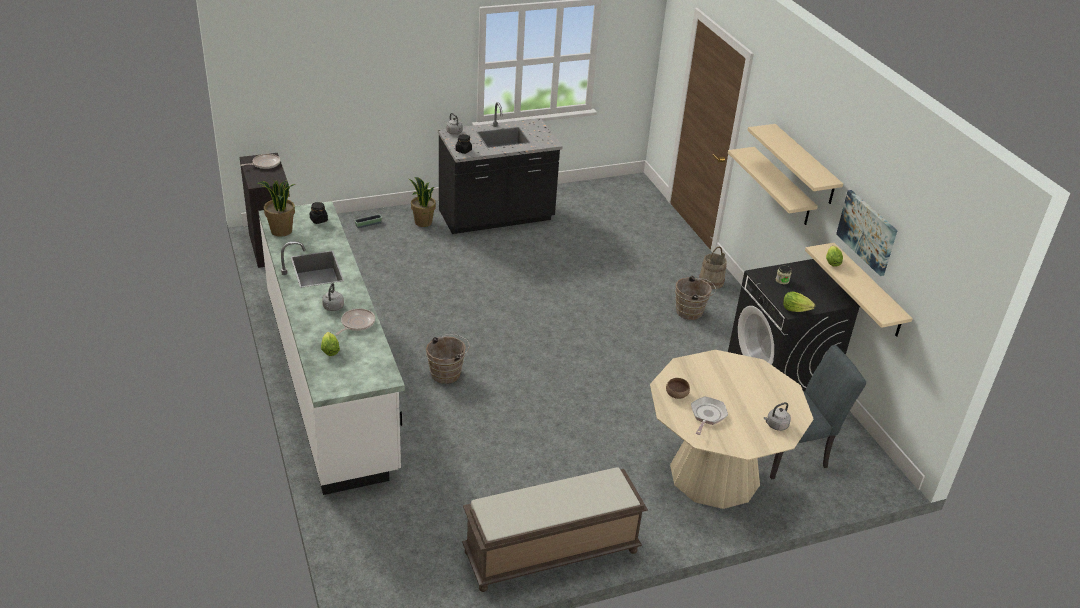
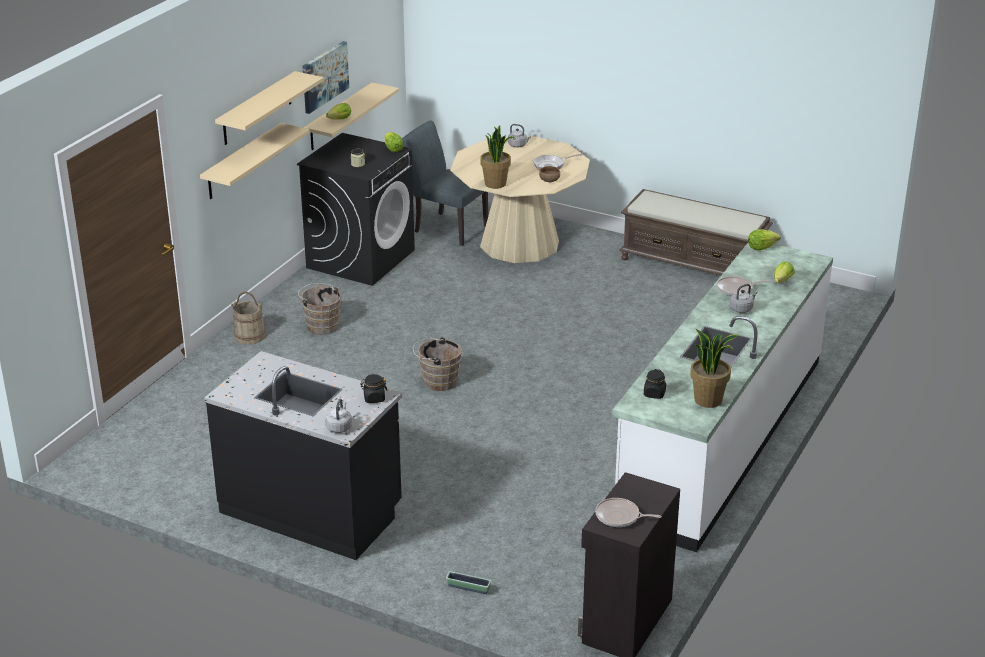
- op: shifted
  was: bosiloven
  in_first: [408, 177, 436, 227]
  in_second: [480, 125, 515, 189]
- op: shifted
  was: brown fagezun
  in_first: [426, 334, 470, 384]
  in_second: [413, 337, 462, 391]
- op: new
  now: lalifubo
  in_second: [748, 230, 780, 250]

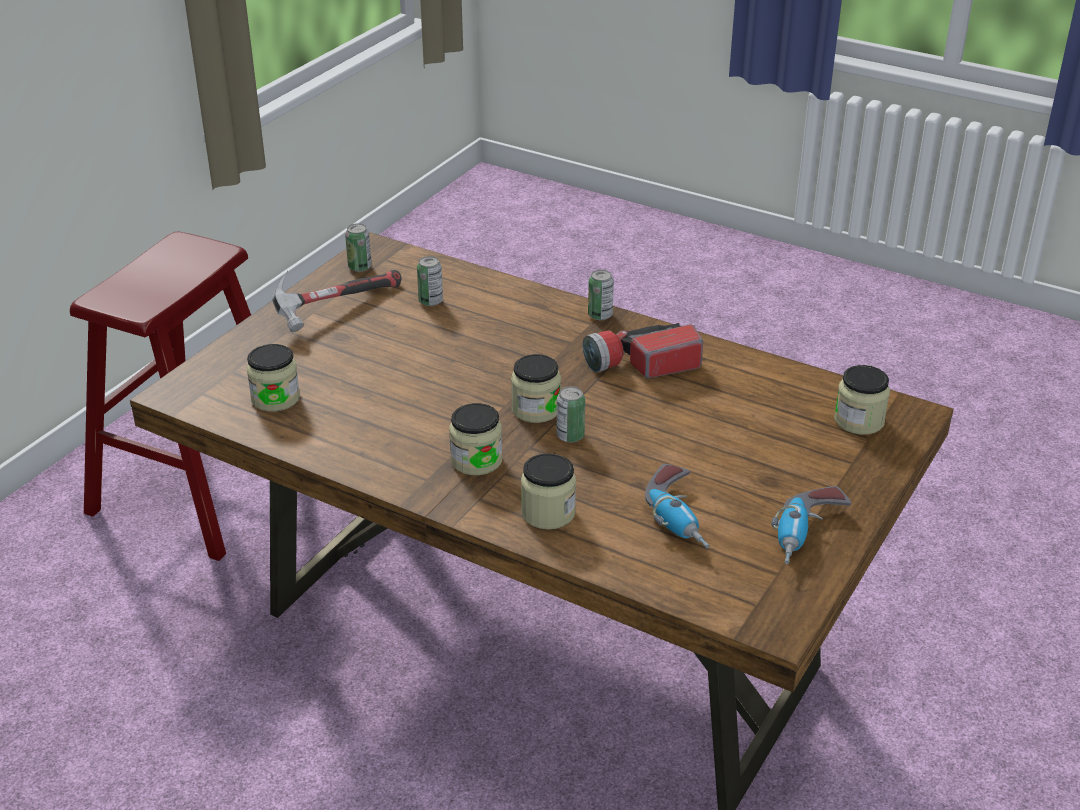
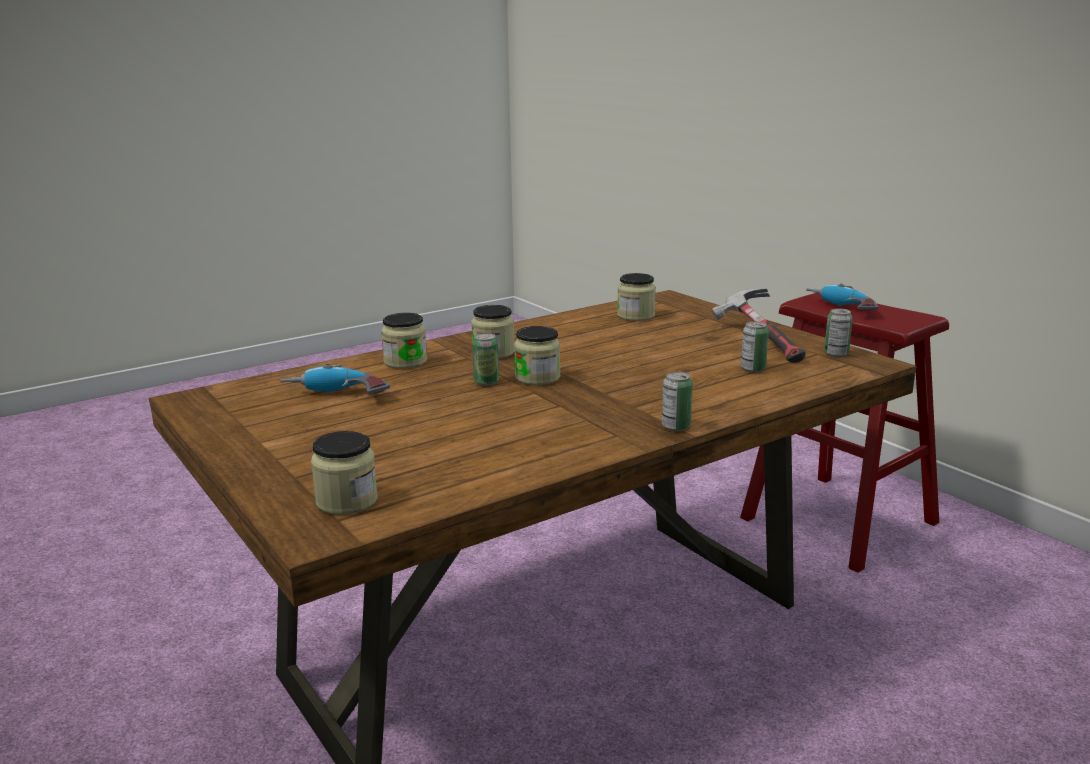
- op: gone
  was: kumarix
  in_first: [582, 323, 703, 379]
- op: shifted
  was: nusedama
  in_first: [771, 486, 851, 564]
  in_second: [806, 284, 878, 311]

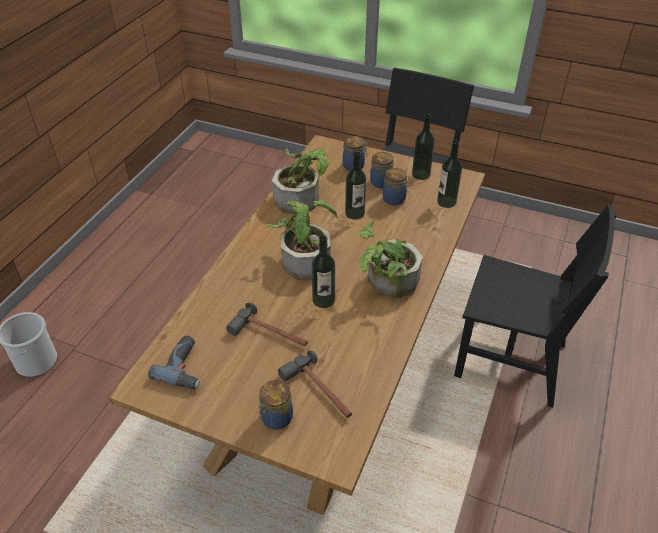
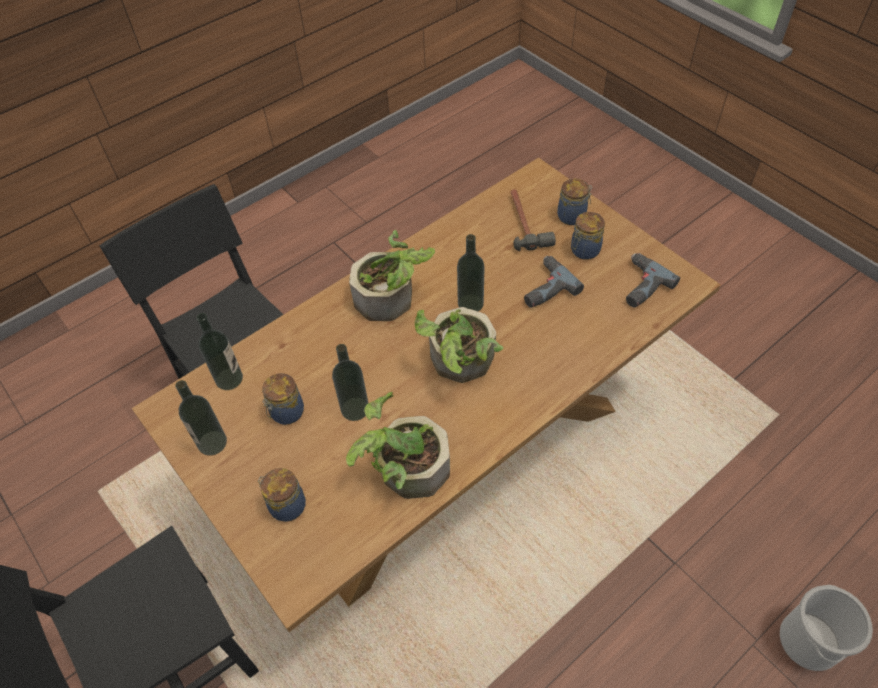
- op: swapped
  was: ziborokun
  now: nusedama
  in_first: [226, 303, 308, 346]
  in_second: [524, 256, 584, 308]
- op: shifted
  was: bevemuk
  in_first: [370, 152, 394, 188]
  in_second: [571, 212, 605, 260]

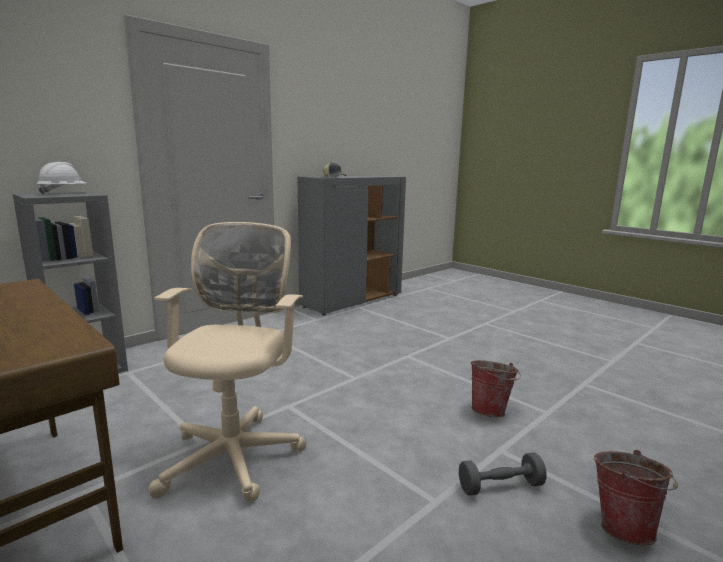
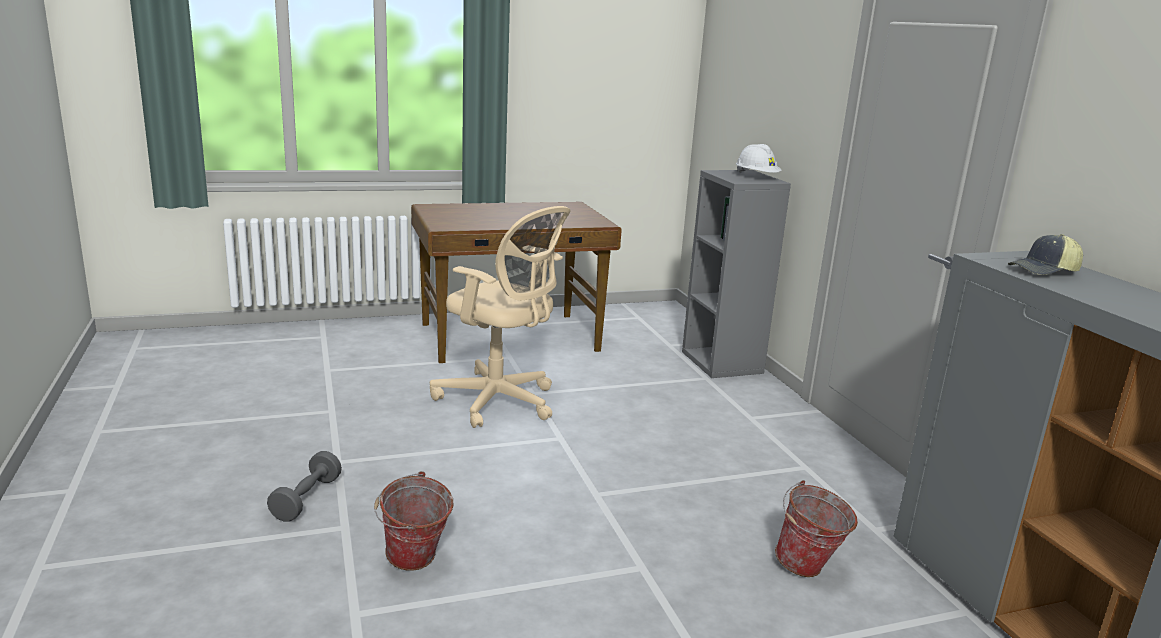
- op: shifted
  was: fagezun
  in_first: [594, 450, 678, 546]
  in_second: [775, 480, 858, 577]

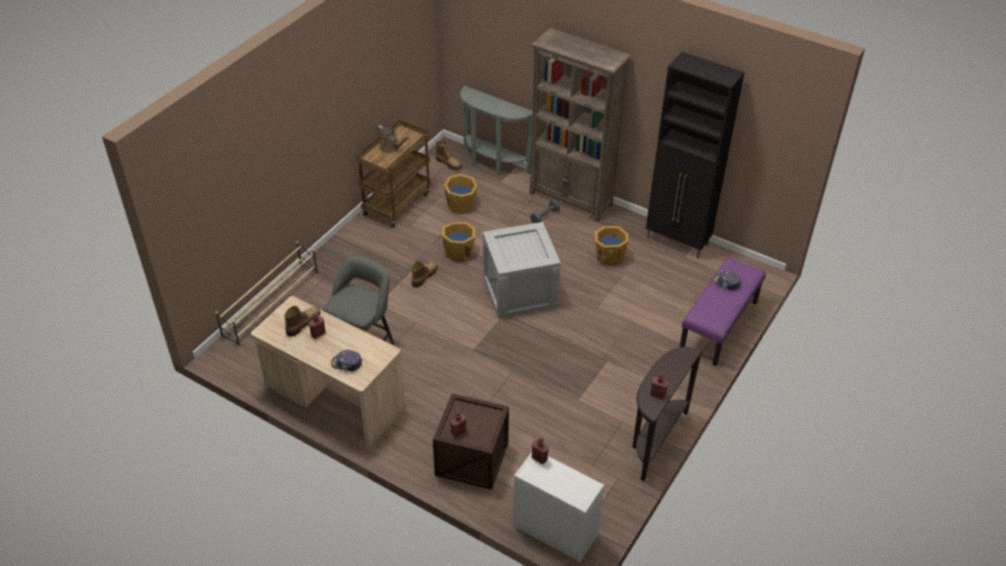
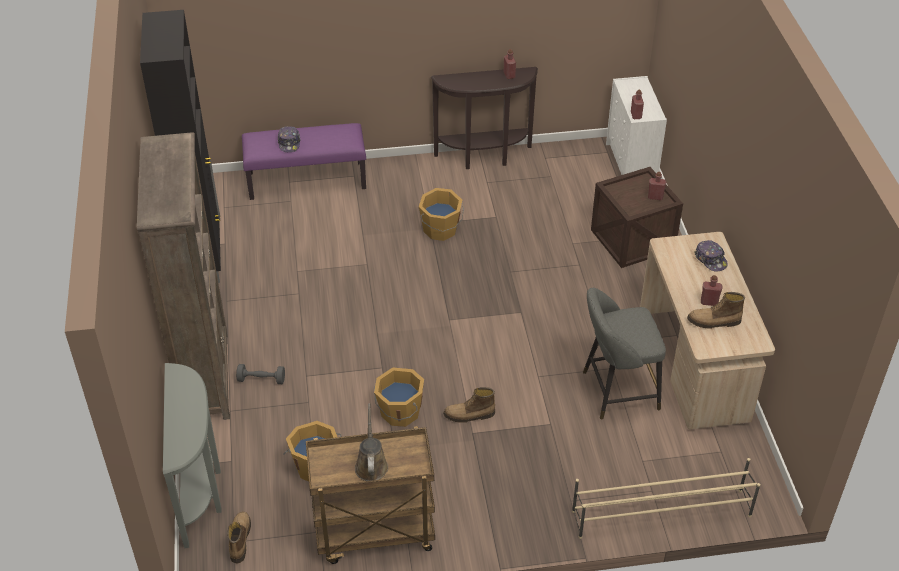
- op: gone
  was: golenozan
  in_first: [483, 222, 561, 318]
- op: shifted
  was: orange fagezun
  in_first: [595, 226, 628, 266]
  in_second: [418, 188, 464, 241]

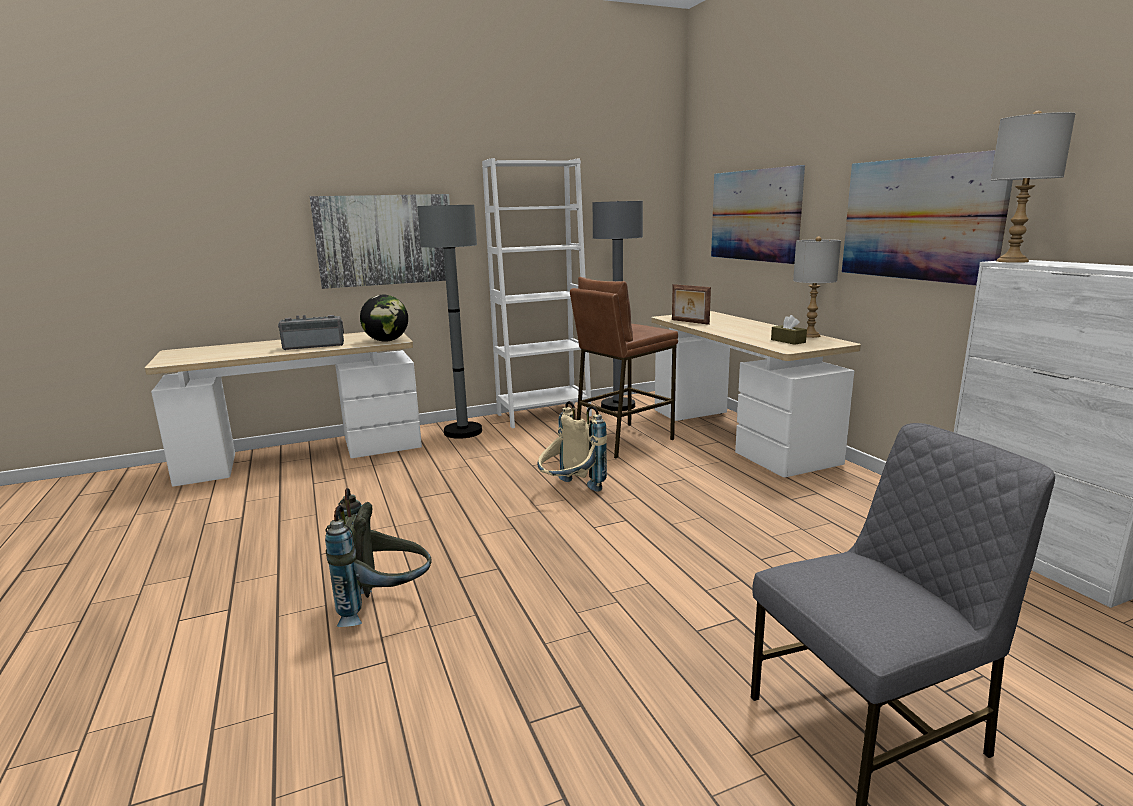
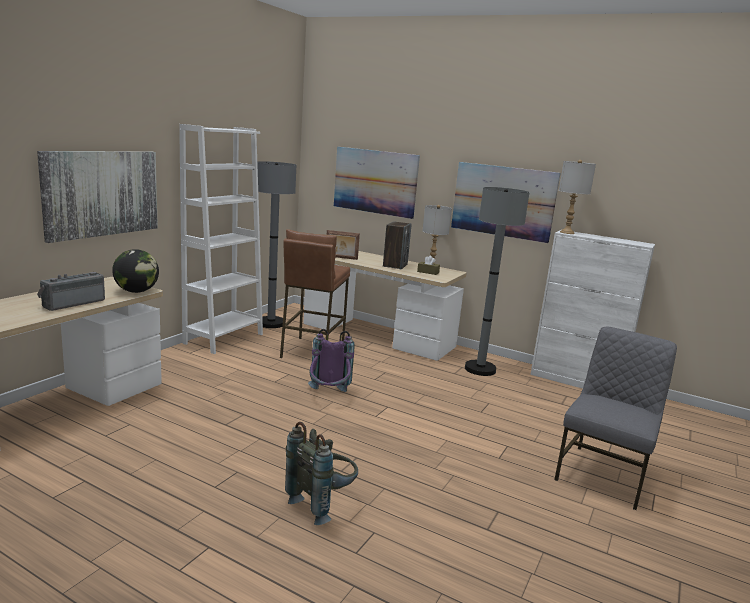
- op: shifted
  was: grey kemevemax
  in_first: [417, 205, 482, 439]
  in_second: [465, 187, 530, 376]
- op: repainted
  was: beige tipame
  now: purple tipame
  in_first: [538, 401, 607, 492]
  in_second: [308, 329, 355, 392]
- op: new
  now: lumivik
  in_second: [383, 221, 412, 270]

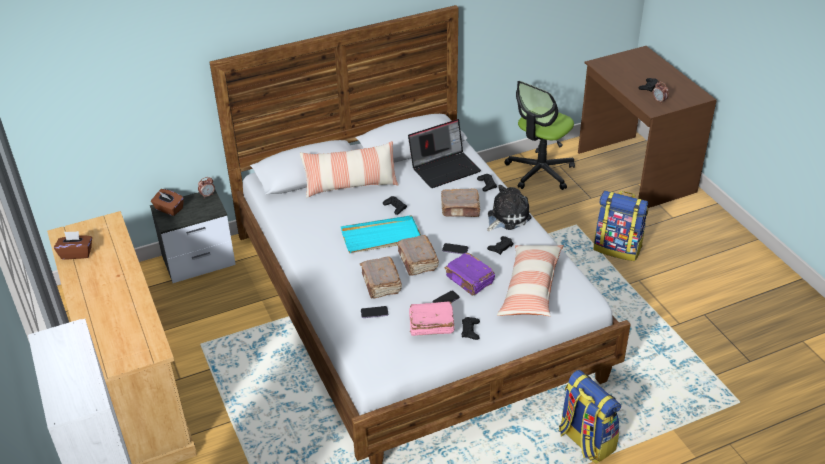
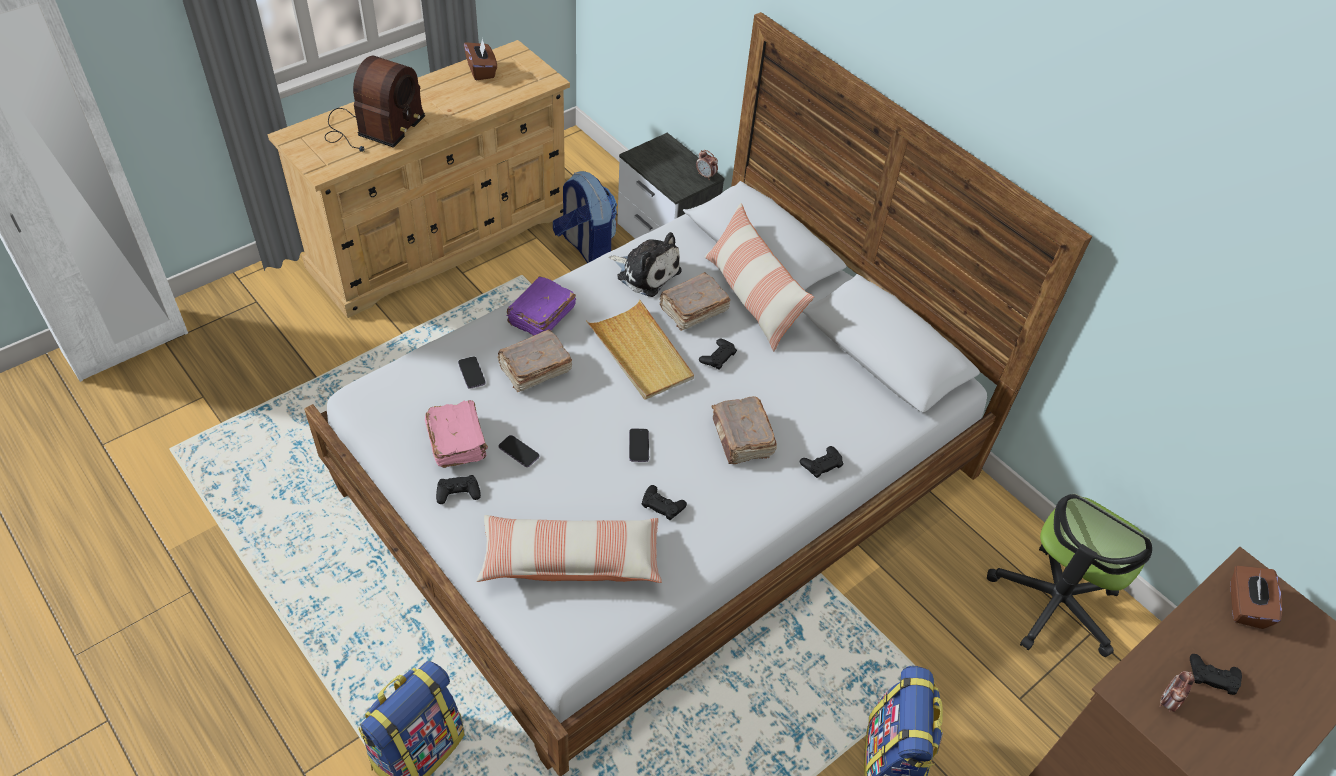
- op: shifted
  was: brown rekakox
  in_first: [151, 189, 184, 216]
  in_second: [1230, 566, 1282, 629]
- op: repainted
  was: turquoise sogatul
  now: beige sogatul
  in_first: [341, 215, 421, 253]
  in_second: [586, 300, 694, 400]
- op: shifted
  was: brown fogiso
  in_first: [396, 235, 439, 276]
  in_second: [660, 272, 731, 331]
- op: gone
  was: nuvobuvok
  in_first: [408, 119, 481, 188]
- op: shifted
  was: purple fogiso
  in_first: [445, 253, 495, 296]
  in_second: [507, 276, 576, 336]
- op: shifted
  was: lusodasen
  in_first: [487, 185, 532, 232]
  in_second: [609, 232, 682, 297]
- op: rotated
  was: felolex
  in_first: [504, 81, 575, 190]
  in_second: [987, 494, 1152, 657]
  clockwise: -75
- op: new
  now: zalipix
  in_second: [325, 56, 425, 152]
- op: new
  now: tipame
  in_second: [553, 171, 617, 263]

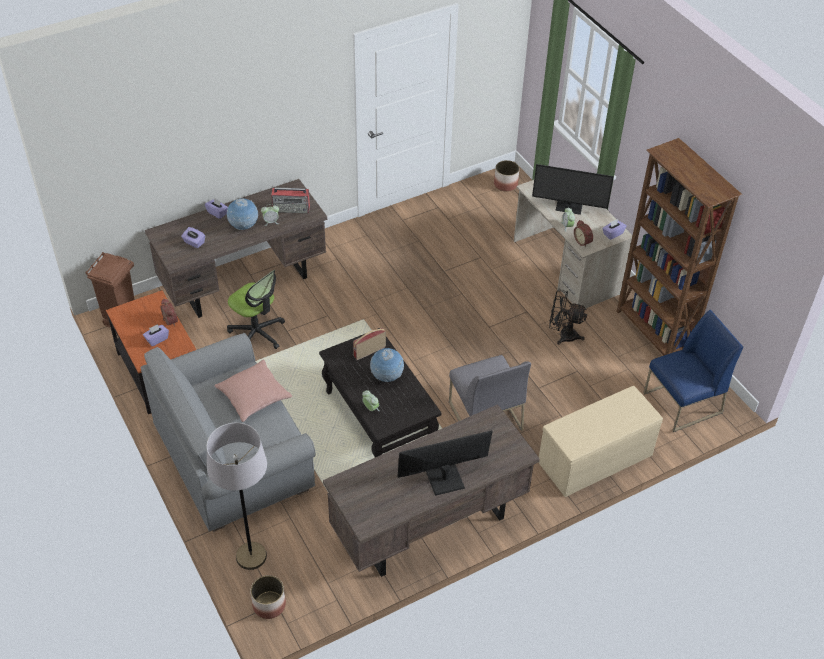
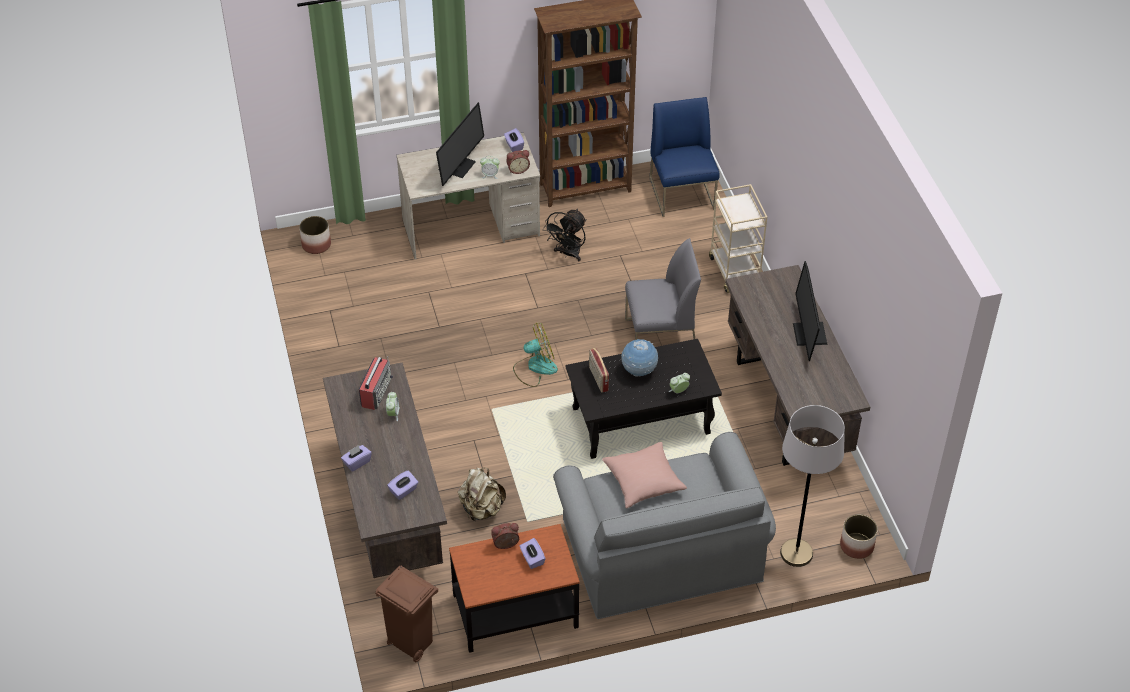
- op: gone
  was: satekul
  in_first: [227, 198, 258, 230]
- op: swapped
  was: felolex
  now: beige tipame
  in_first: [227, 270, 285, 349]
  in_second: [458, 468, 506, 521]
- op: swapped
  was: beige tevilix
  now: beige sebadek
  in_first: [538, 386, 663, 497]
  in_second: [709, 184, 767, 293]
- op: new
  now: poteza
  in_second: [513, 323, 558, 387]

